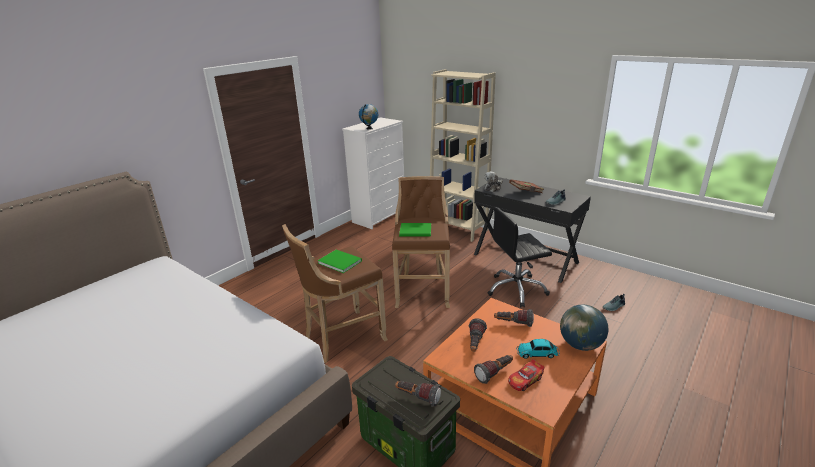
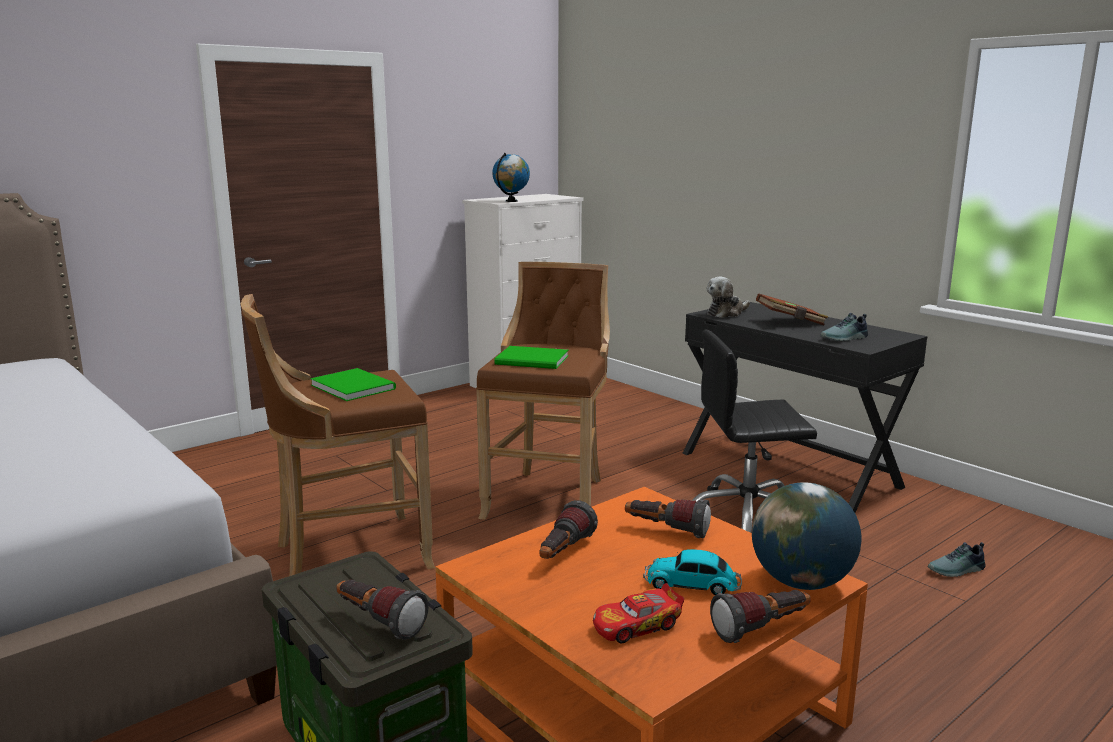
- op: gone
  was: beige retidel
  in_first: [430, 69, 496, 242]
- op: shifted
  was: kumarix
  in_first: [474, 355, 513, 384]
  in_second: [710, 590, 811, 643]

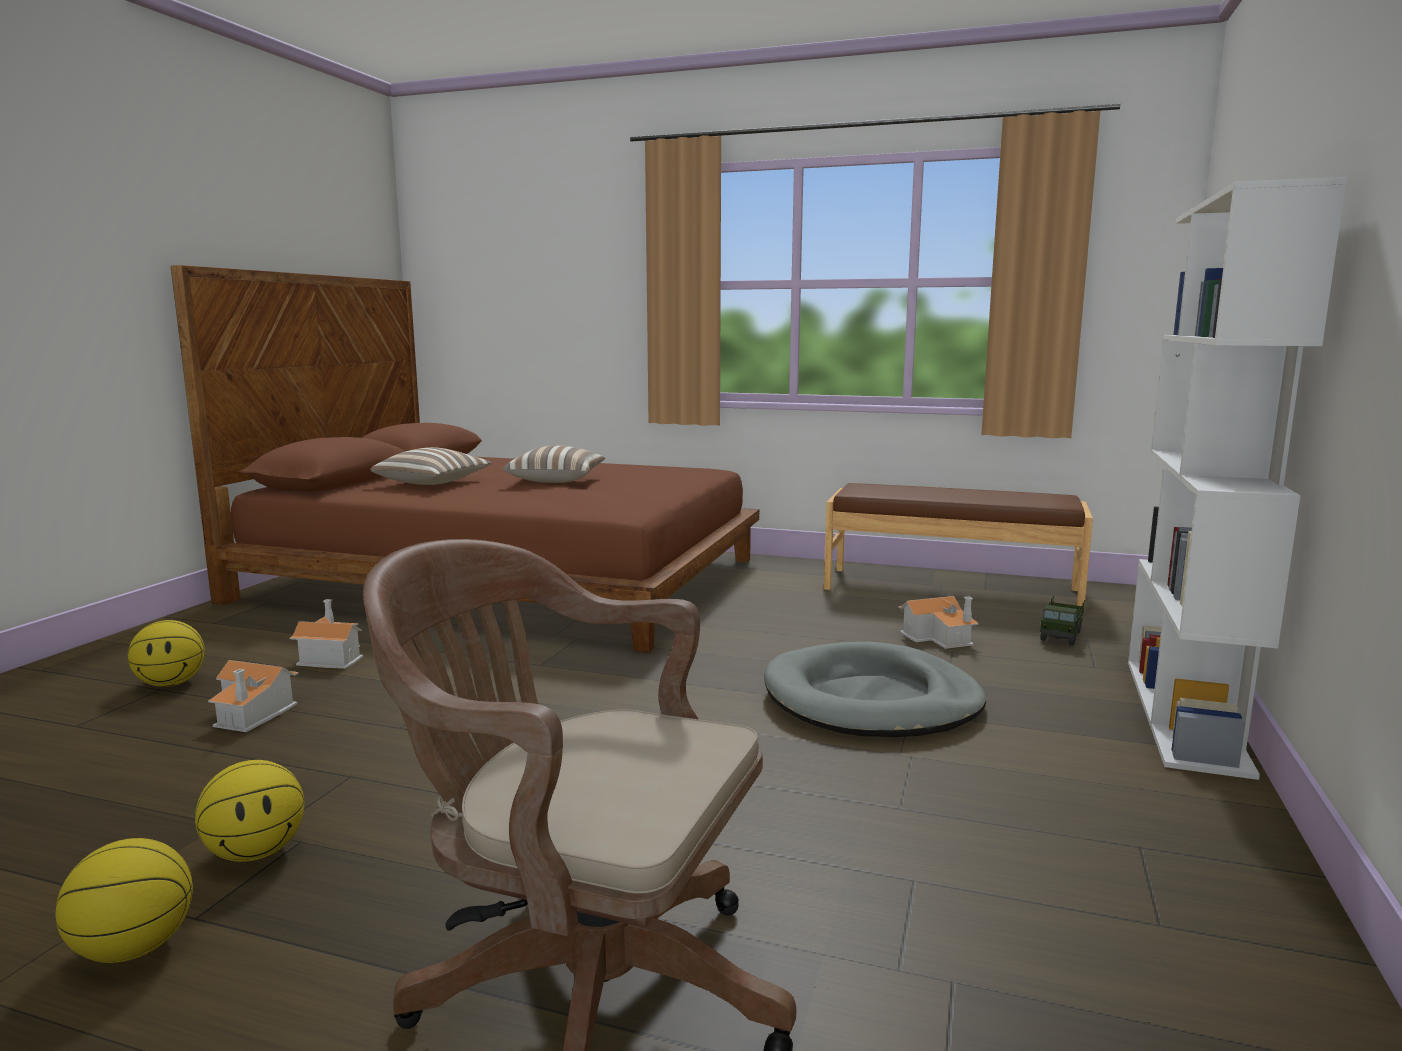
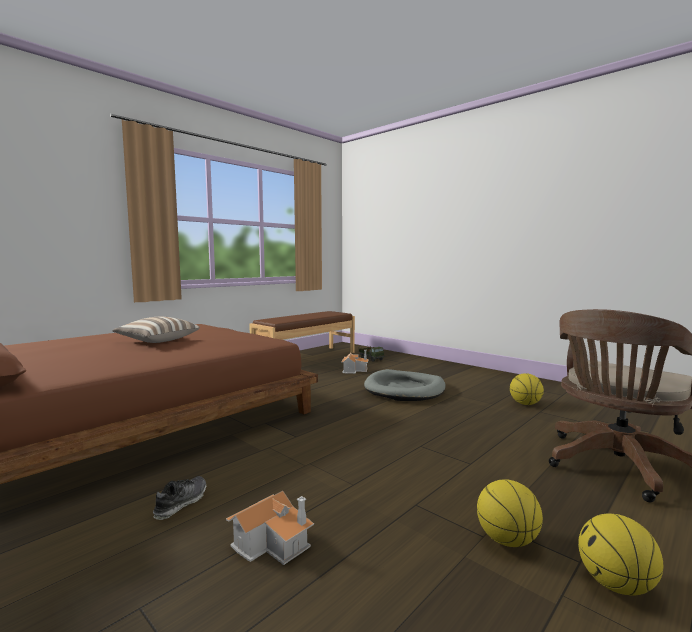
- op: shifted
  was: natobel
  in_first: [128, 620, 205, 687]
  in_second: [510, 373, 544, 405]
- op: swapped
  was: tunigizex
  now: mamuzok
  in_first: [290, 599, 363, 669]
  in_second: [153, 476, 206, 520]
- op: gone
  was: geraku
  in_first: [370, 447, 492, 485]
- op: gone
  was: white retidel
  in_first: [1128, 177, 1347, 780]

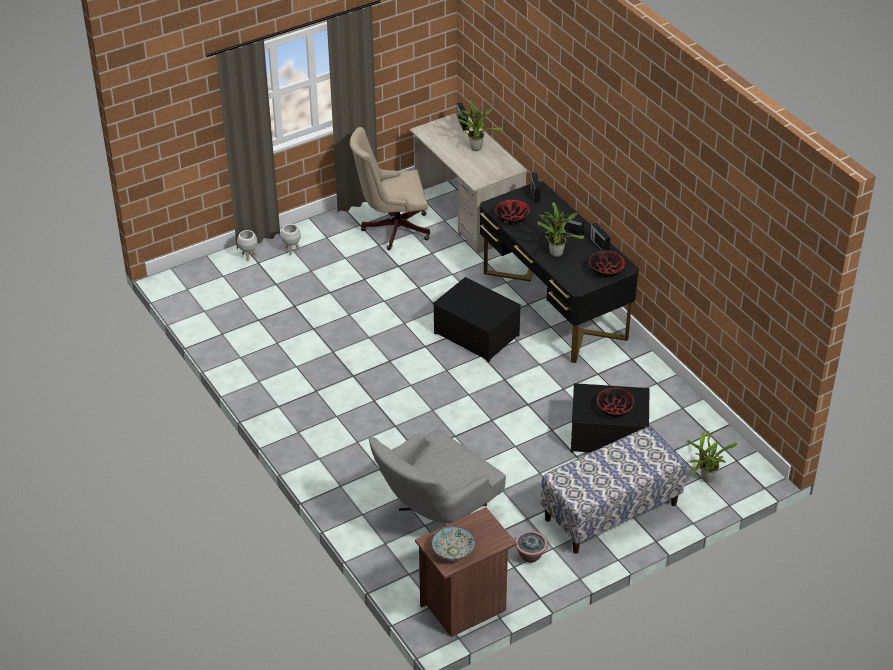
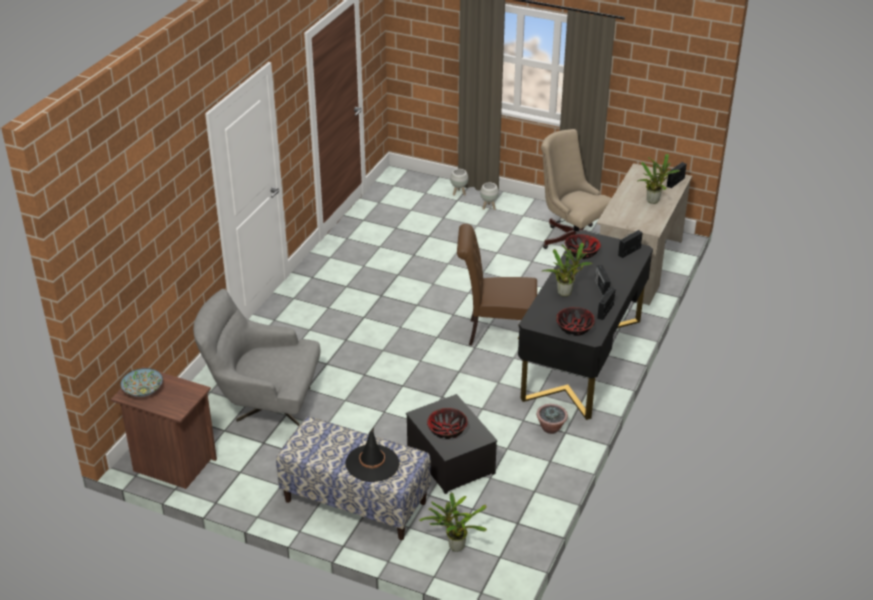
- op: swapped
  was: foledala
  now: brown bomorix
  in_first: [433, 277, 521, 362]
  in_second: [457, 224, 537, 346]
- op: shifted
  was: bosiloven
  in_first: [515, 531, 548, 563]
  in_second: [537, 404, 568, 434]
- op: new
  now: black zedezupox
  in_second: [345, 428, 400, 482]

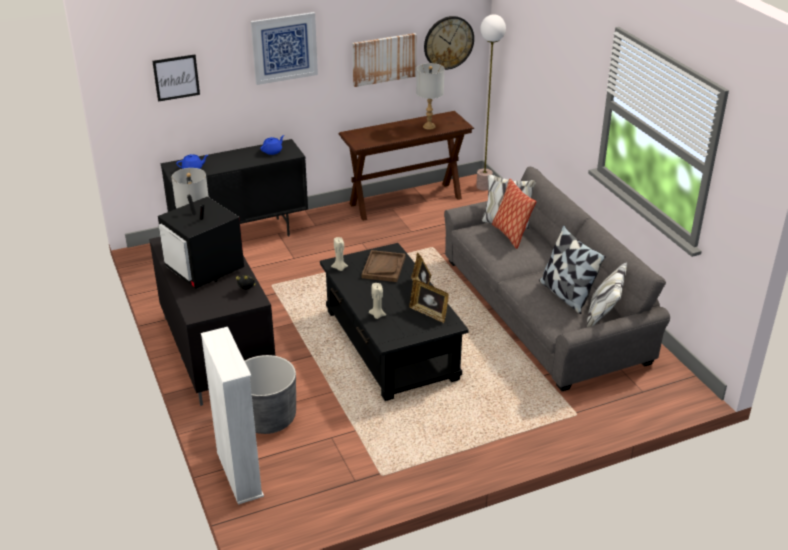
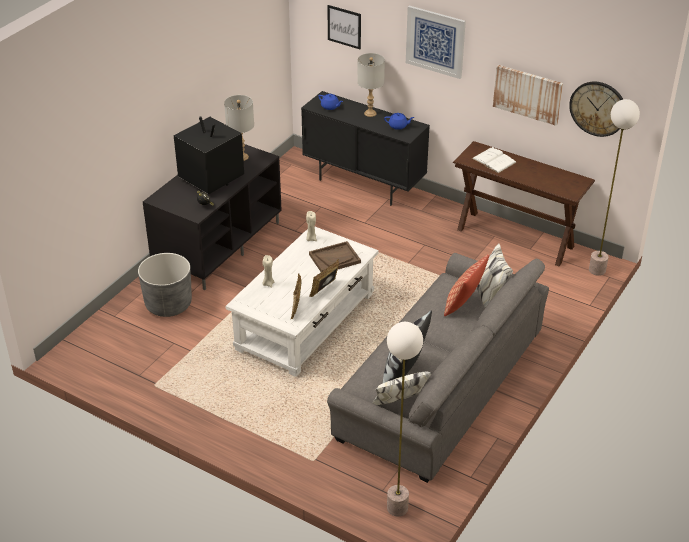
- op: rotated
  was: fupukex
  in_first: [158, 195, 244, 289]
  in_second: [174, 116, 244, 194]
  clockwise: 120
- op: gone
  was: white retidel
  in_first: [201, 327, 264, 505]
- op: repainted
  was: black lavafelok
  now: white lavafelok
  in_first: [320, 243, 469, 401]
  in_second: [225, 227, 379, 377]
- op: shifted
  was: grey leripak
  in_first: [416, 63, 444, 130]
  in_second: [357, 53, 385, 117]
- op: new
  now: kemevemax
  in_second: [387, 322, 423, 516]
- op: new
  now: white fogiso
  in_second: [471, 147, 517, 173]

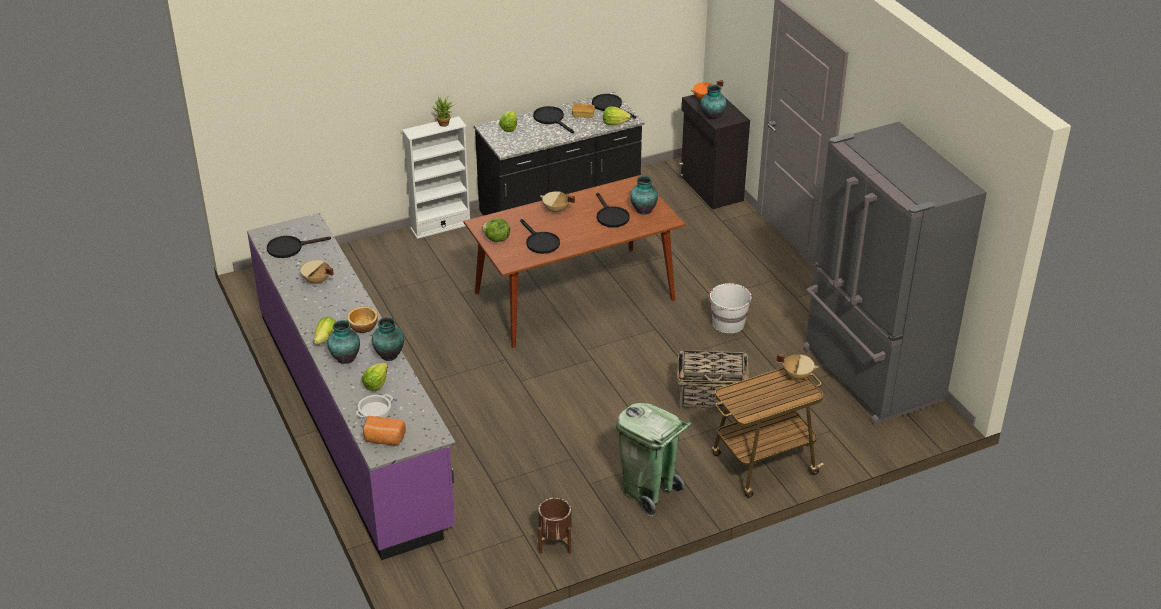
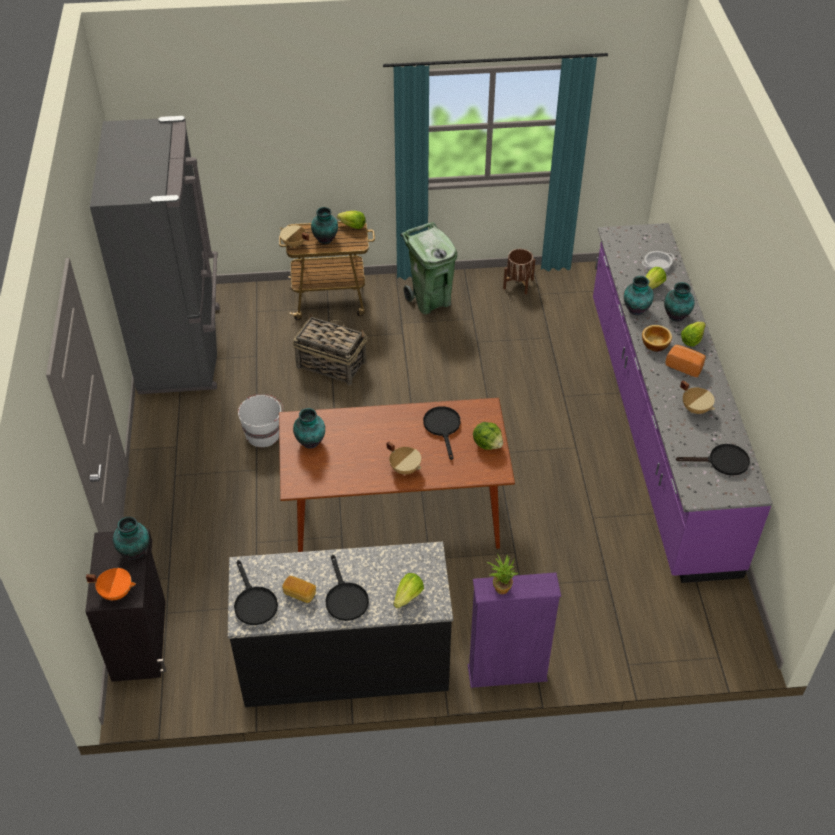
- op: shifted
  was: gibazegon
  in_first: [363, 416, 406, 445]
  in_second: [665, 345, 706, 377]
- op: repainted
  was: white retidel
  now: purple retidel
  in_first: [402, 116, 470, 239]
  in_second: [468, 572, 561, 688]
- op: gone
  was: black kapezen
  in_first: [596, 193, 630, 228]
- op: shifted
  was: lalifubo
  in_first: [603, 106, 631, 125]
  in_second: [337, 211, 366, 229]
- op: new
  now: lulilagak
  in_second: [311, 207, 338, 244]

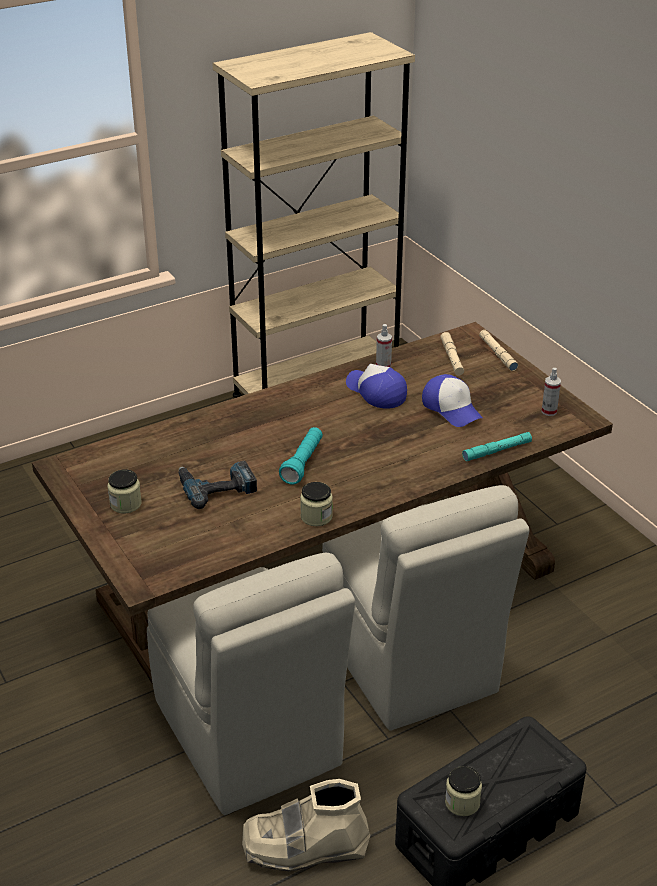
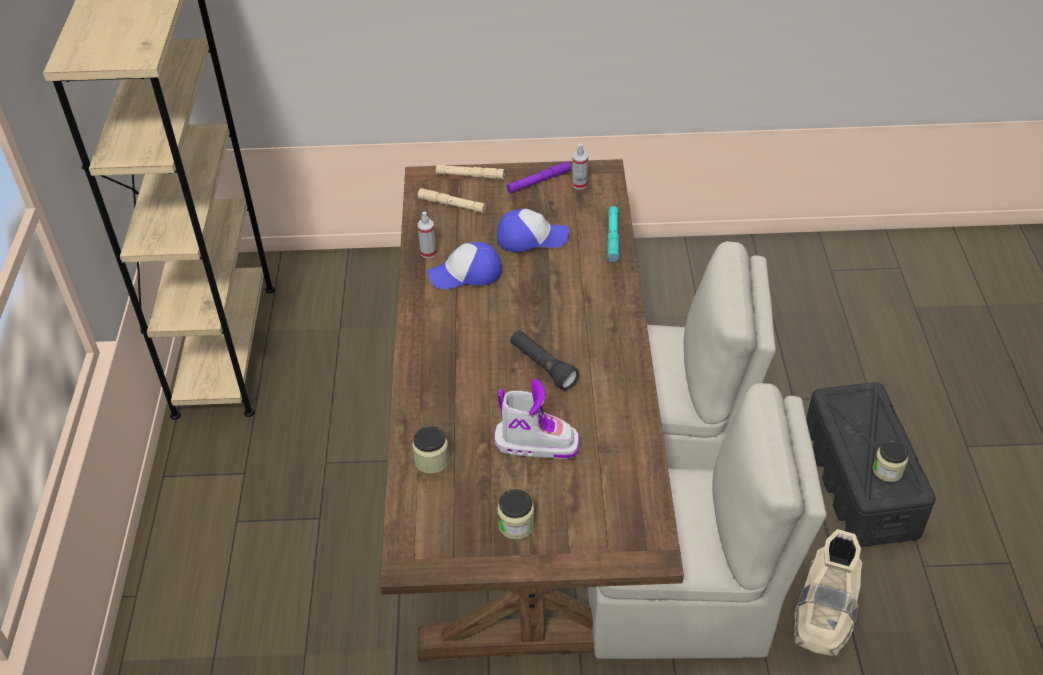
- op: swapped
  was: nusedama
  now: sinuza
  in_first: [179, 461, 257, 509]
  in_second: [494, 379, 580, 459]
- op: repainted
  was: turquoise kumarix
  now: black kumarix
  in_first: [279, 427, 323, 485]
  in_second: [510, 330, 579, 390]
- op: shifted
  was: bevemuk
  in_first: [300, 482, 333, 526]
  in_second: [413, 426, 449, 474]
- op: new
  now: purple kumarix
  in_second: [507, 161, 571, 194]

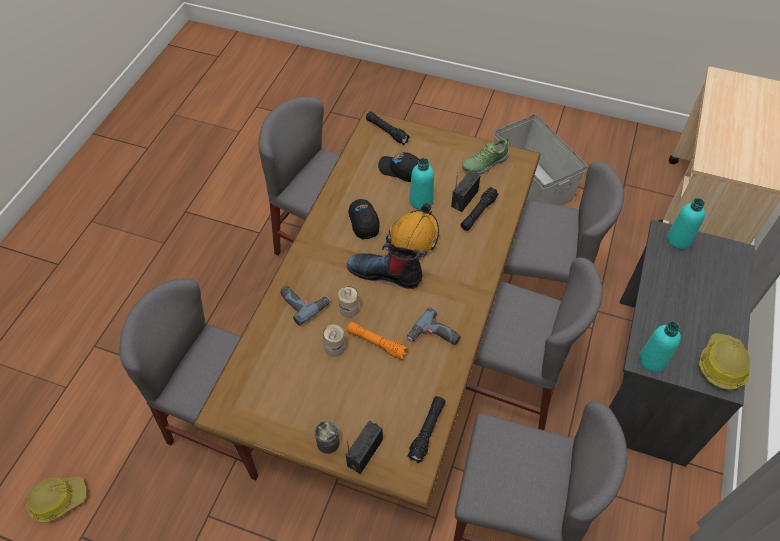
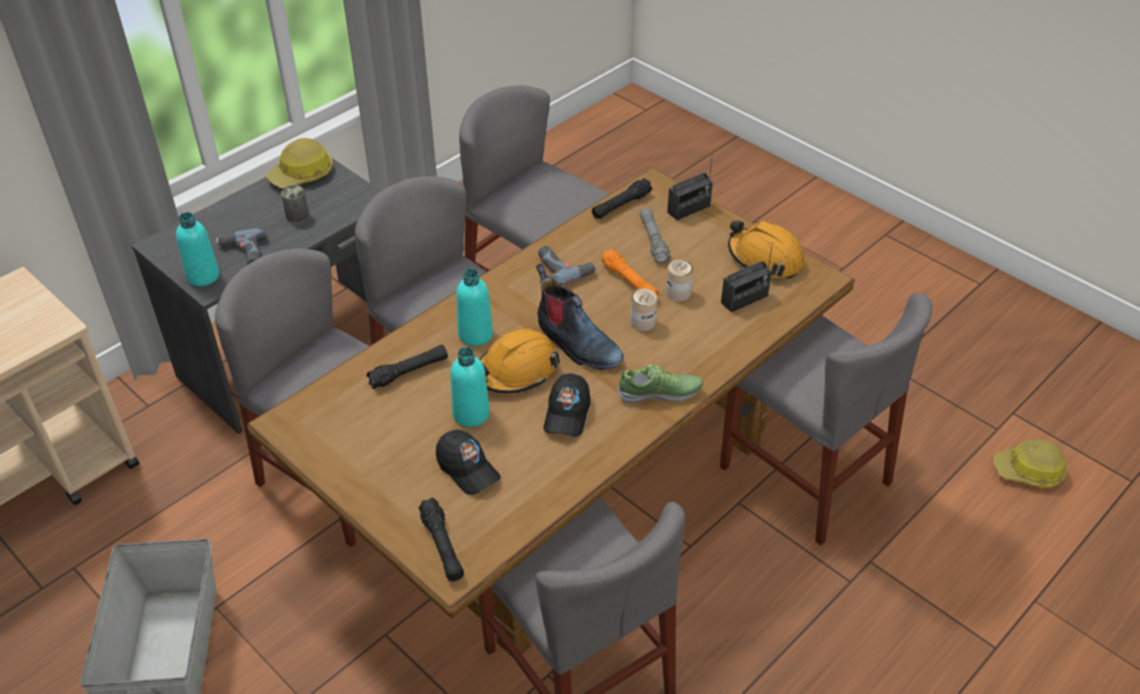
- op: shifted
  was: nusedama
  in_first: [280, 286, 330, 326]
  in_second: [216, 227, 266, 265]
- op: shifted
  was: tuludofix
  in_first: [315, 420, 340, 454]
  in_second: [281, 185, 309, 224]
- op: shifted
  was: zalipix
  in_first: [451, 171, 481, 212]
  in_second: [721, 242, 773, 312]
- op: shifted
  was: mamuzok
  in_first: [462, 138, 510, 175]
  in_second: [617, 365, 703, 403]
- op: shifted
  was: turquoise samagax
  in_first: [639, 322, 681, 372]
  in_second: [456, 269, 493, 346]
- op: new
  now: grey kumarix
  in_second: [640, 208, 671, 264]
- op: new
  now: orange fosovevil
  in_second: [728, 221, 805, 279]

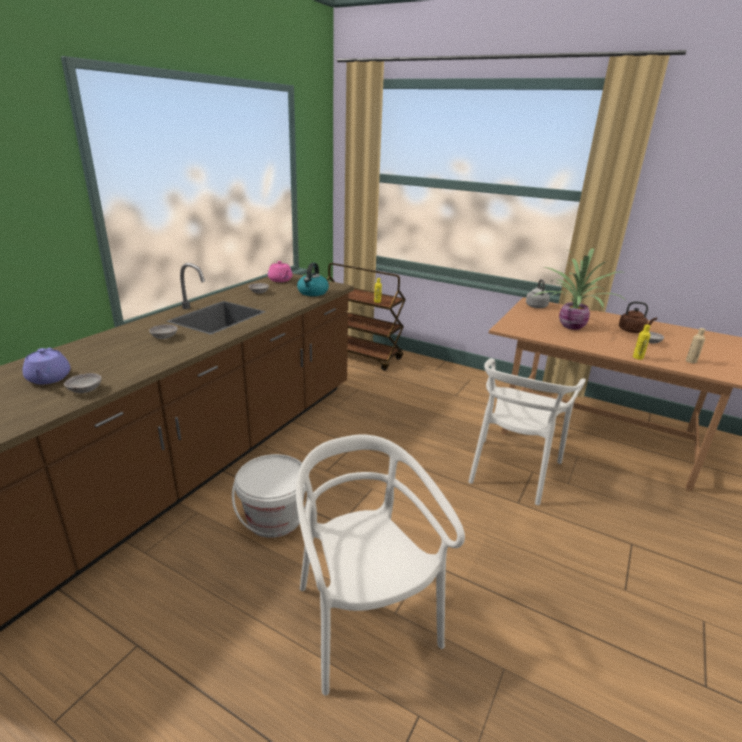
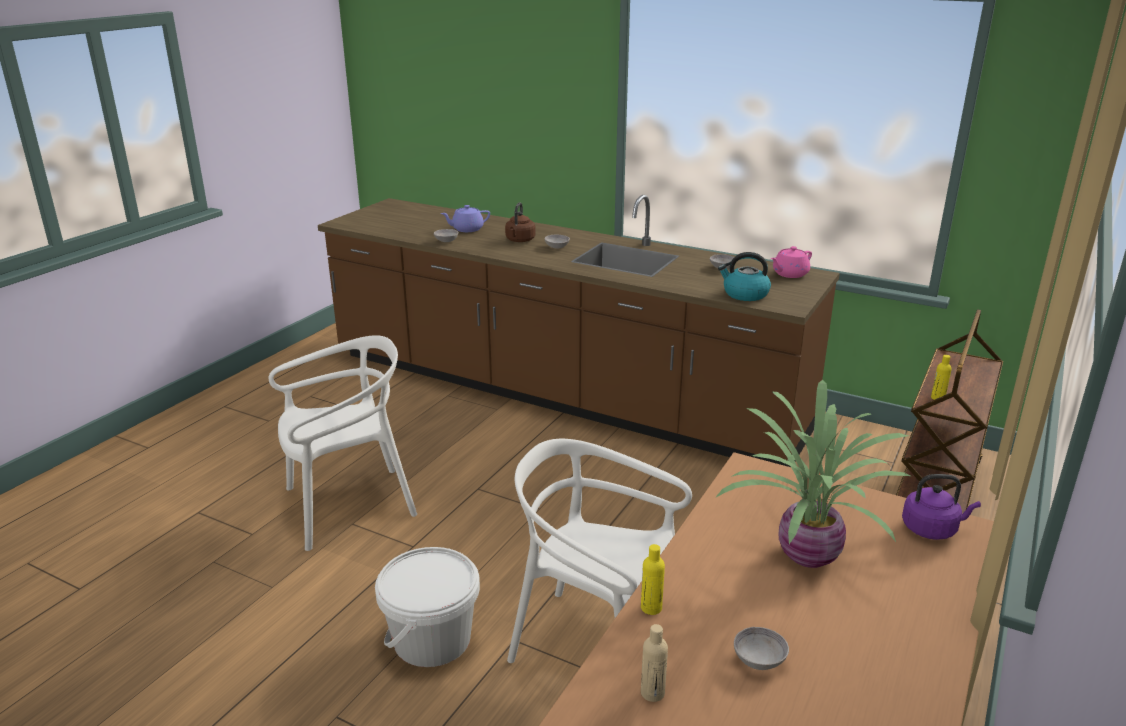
- op: shifted
  was: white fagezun
  in_first: [232, 454, 308, 538]
  in_second: [375, 547, 480, 667]
- op: repainted
  was: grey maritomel
  now: purple maritomel
  in_first: [526, 279, 550, 308]
  in_second: [902, 474, 981, 540]
- op: shifted
  was: brown maritomel
  in_first: [619, 301, 657, 333]
  in_second: [505, 202, 536, 242]

